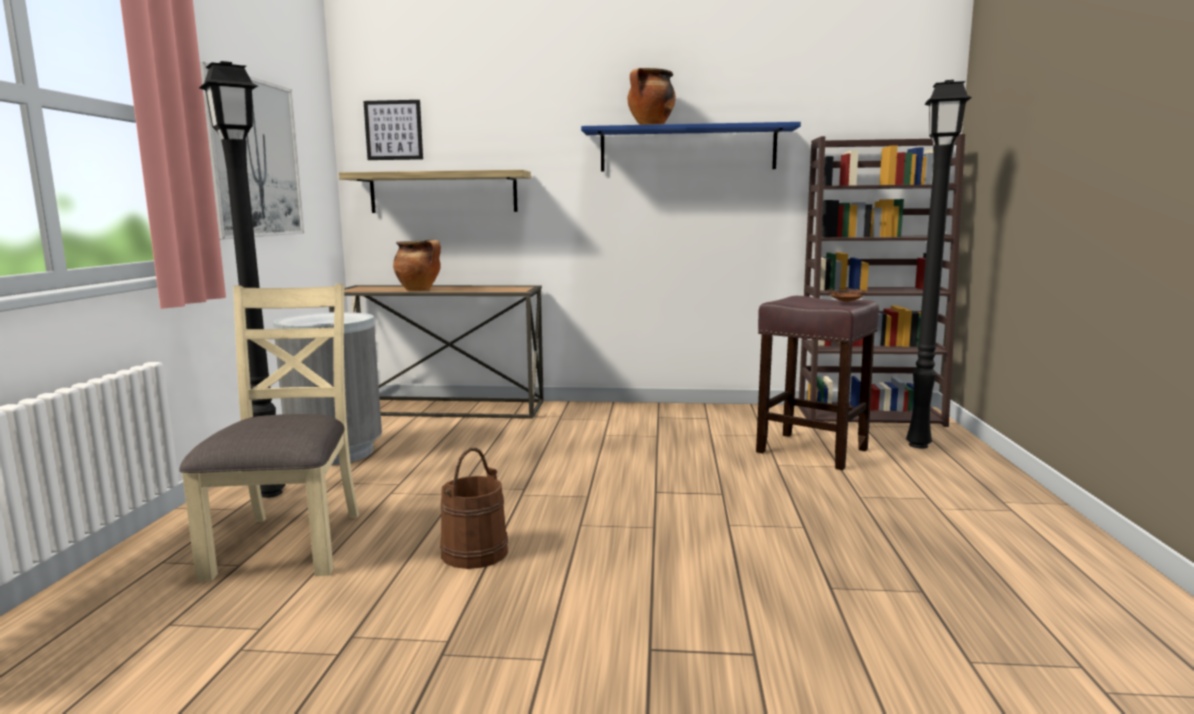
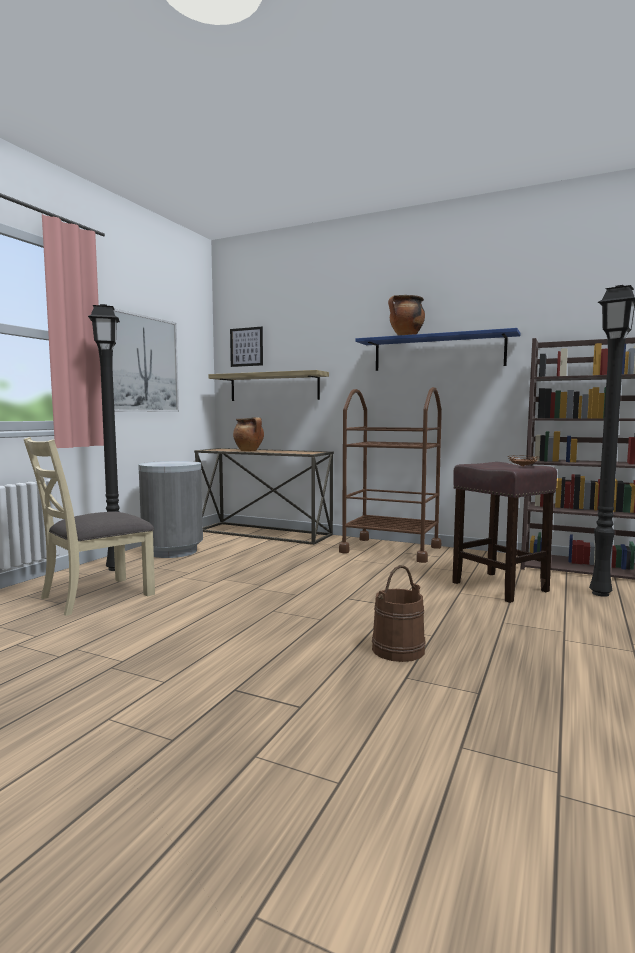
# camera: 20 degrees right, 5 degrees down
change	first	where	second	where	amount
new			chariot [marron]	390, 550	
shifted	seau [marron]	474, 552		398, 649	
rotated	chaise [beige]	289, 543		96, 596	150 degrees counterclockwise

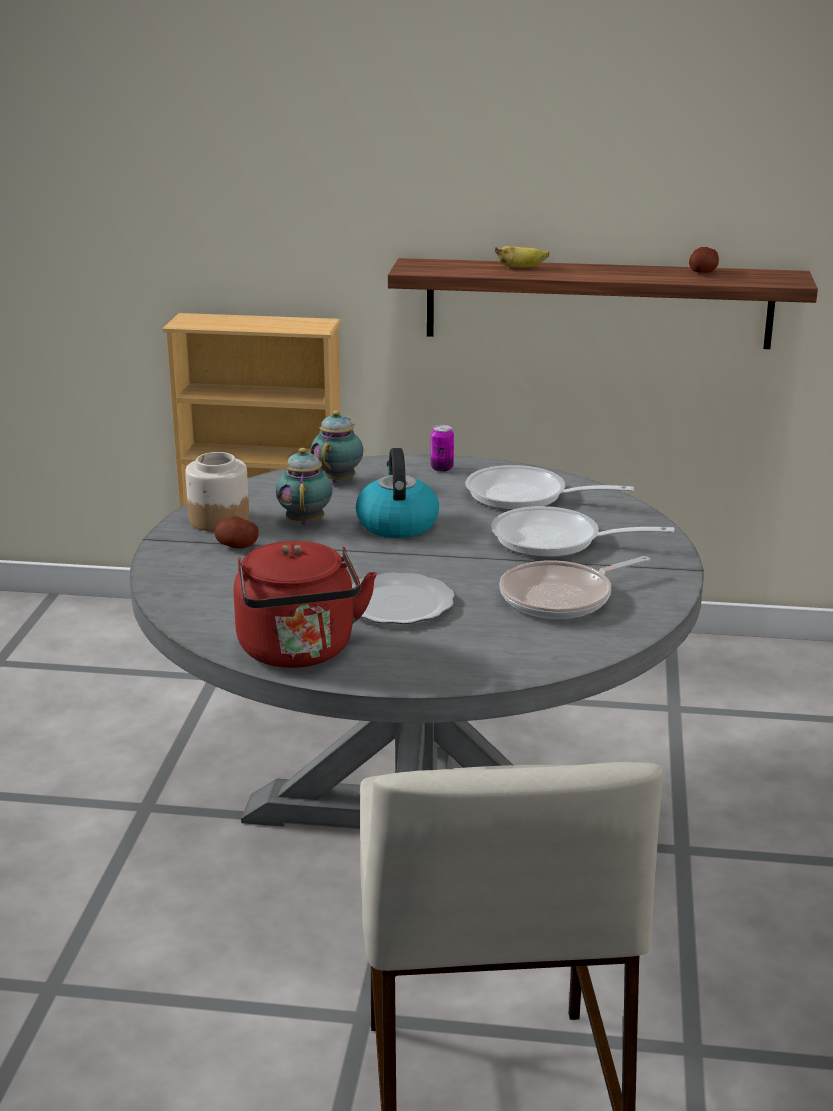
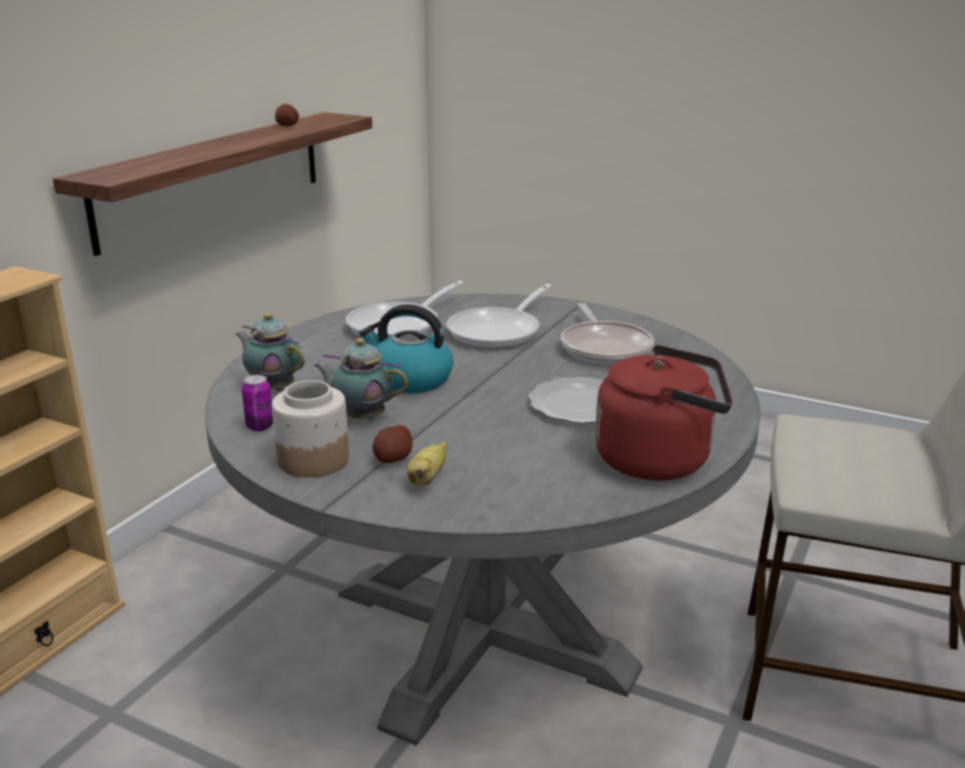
# camera: 70 degrees left, 0 degrees up
change	first	where	second	where	amount
shifted	boîte métallique	442, 468		260, 426	
shifted	banane	521, 268		427, 478	

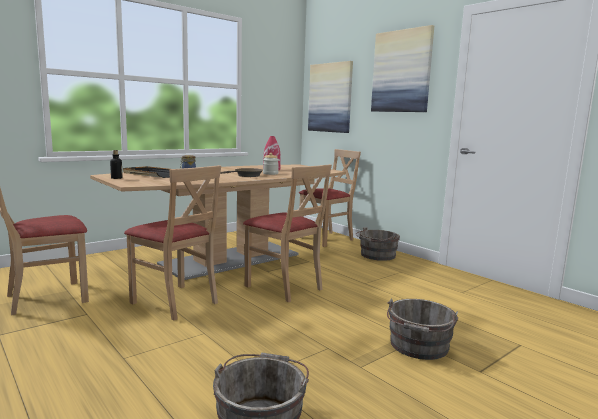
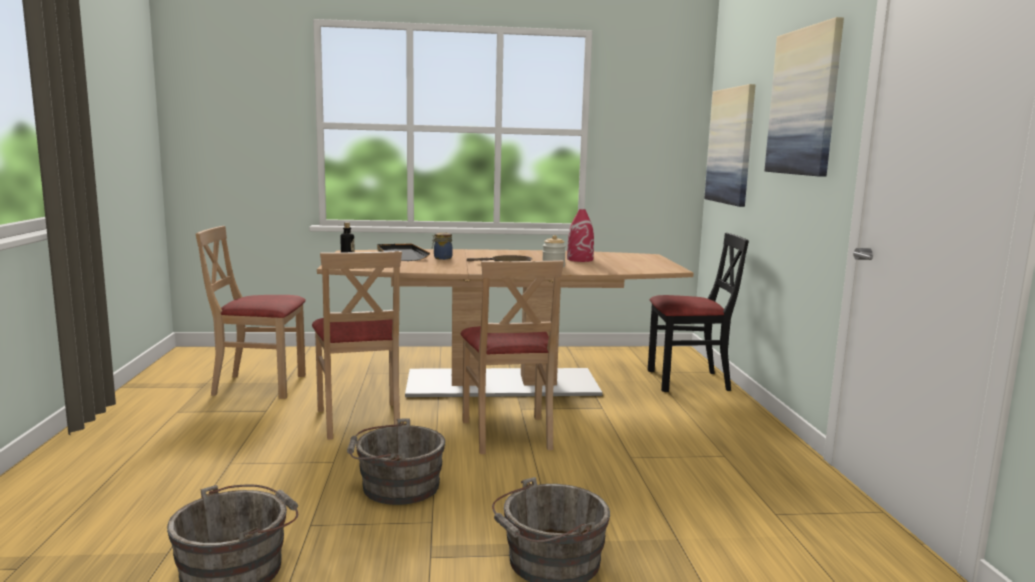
# camera: 35 degrees right, 0 degrees up
change	first	where	second	where	amount
shifted	seau [gris]	376, 255		396, 487	
repainted	chaise [beige]	326, 239	chaise [noir]	688, 381	

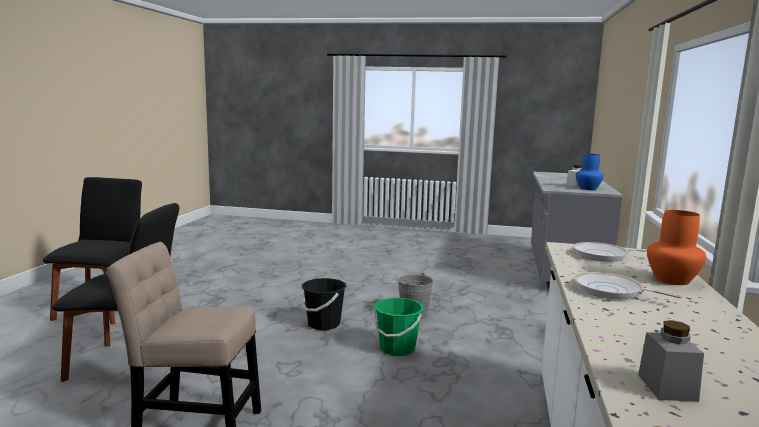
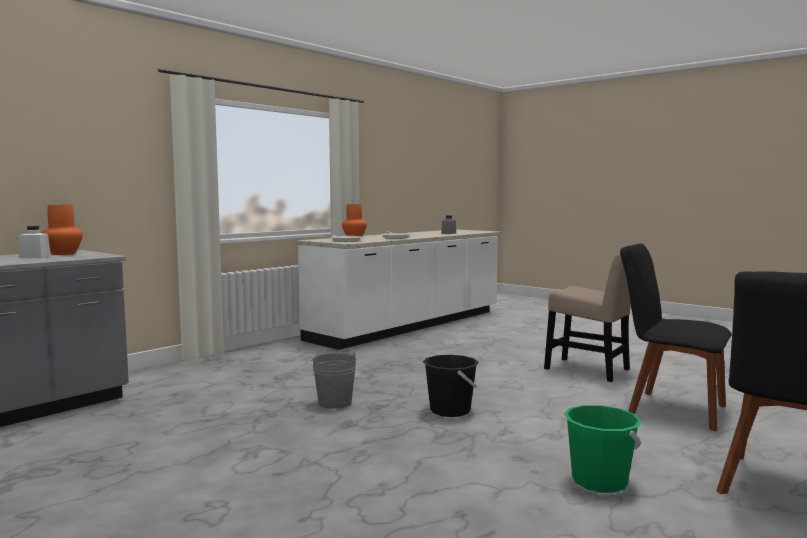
# camera: 150 degrees left, 5 degrees down
change	first	where	second	where	amount
shifted	seau [vert]	397, 349		599, 481	
repainted	vase [bleu]	587, 188	vase [orange]	63, 254	

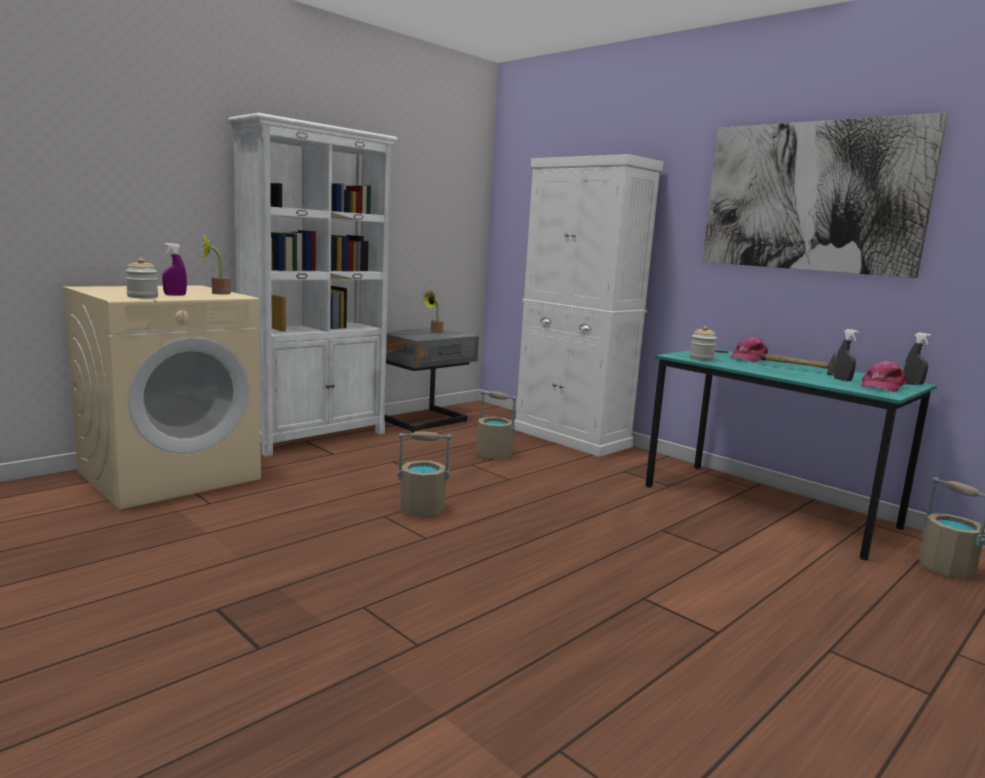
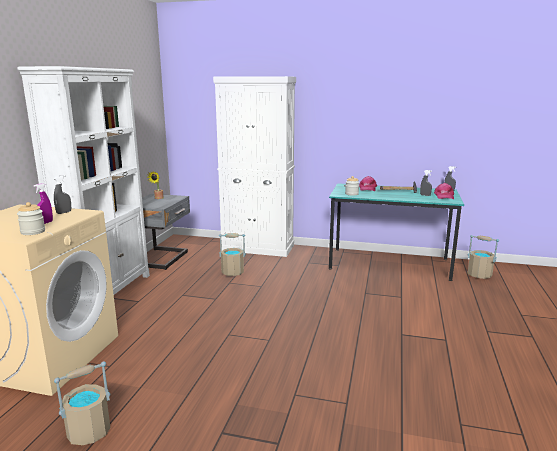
# camera: 30 degrees left, 5 degrees up
change	first	where	second	where	amount
gone	tableau	811, 197			
shifted	seau [beige]	421, 510		89, 431	
swapped	plante en pot	217, 293	vaporisateur [gris]	64, 212	

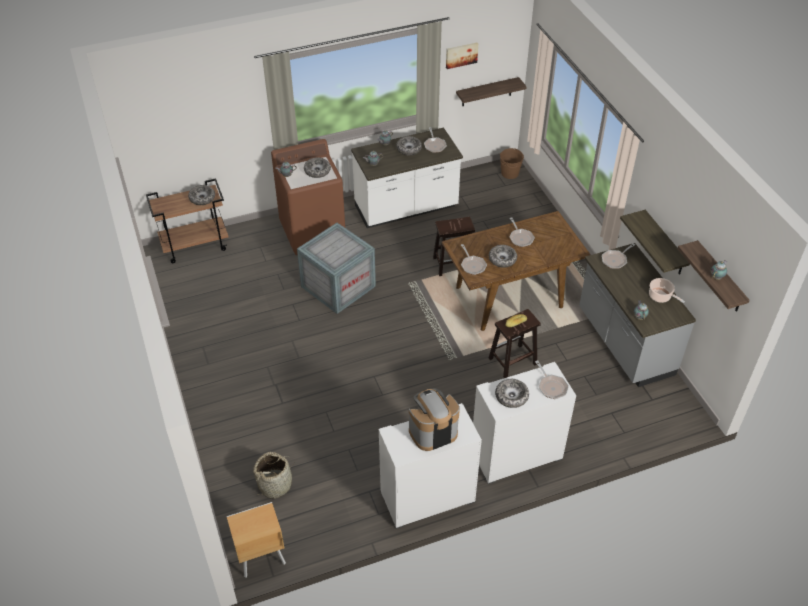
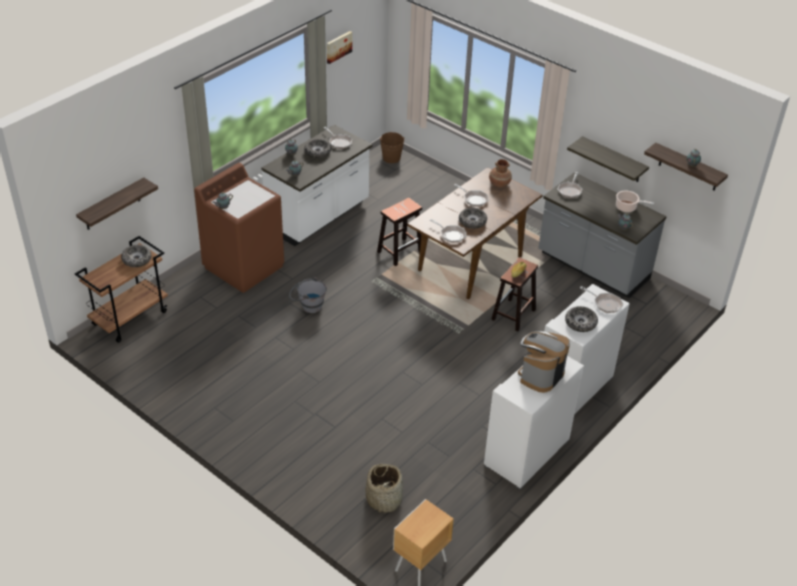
# camera: 30 degrees left, 5 degrees down
change	first	where	second	where	amount
gone	bol	317, 171			
new			vase [marron]	499, 183	
shifted	étagère	487, 92		112, 205	
swapped	caisse	339, 286	seau [gris]	308, 306	

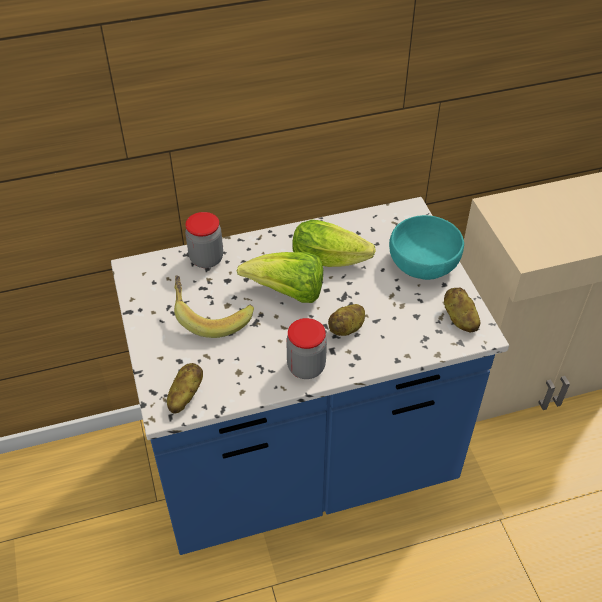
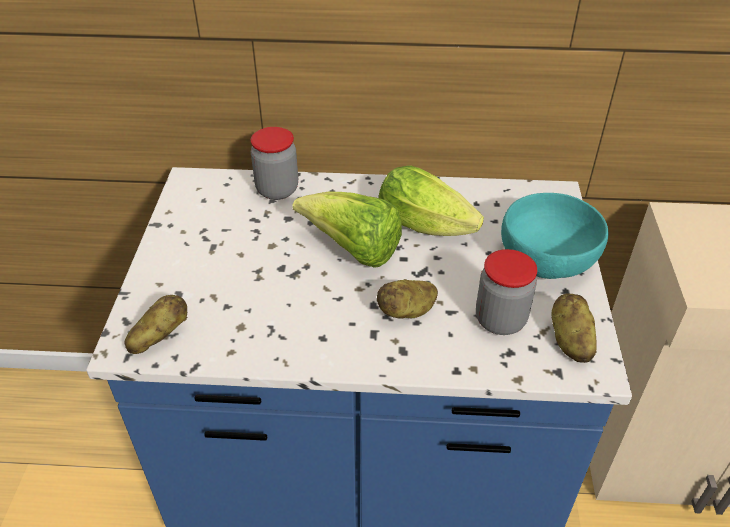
# camera: 20 degrees right, 5 degrees down
change	first	where	second	where	amount
gone	banane	211, 316			
shifted	bocal	306, 367		500, 320	

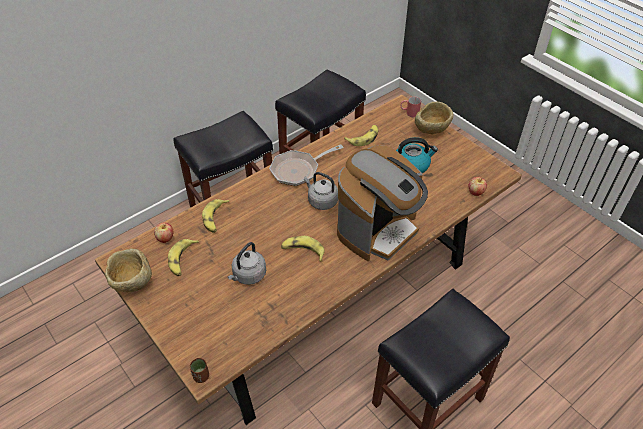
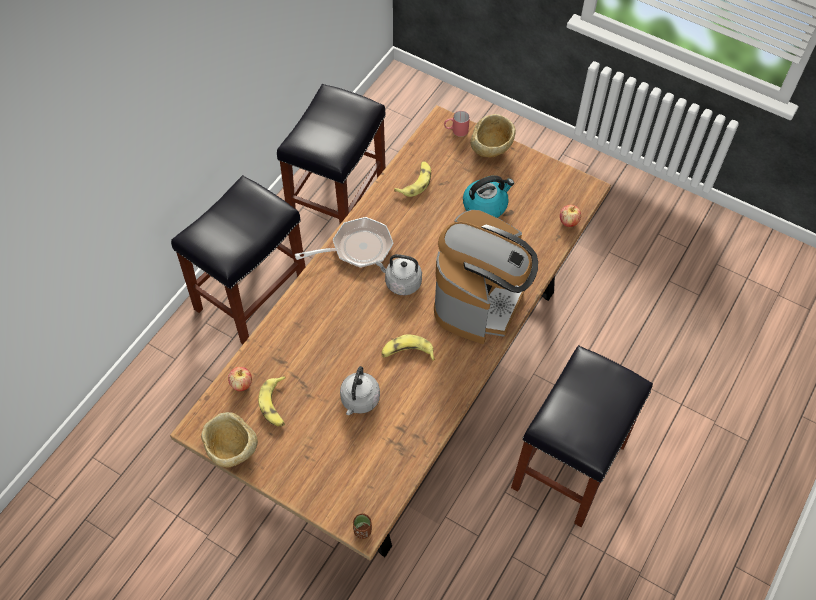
# camera: 20 degrees left, 10 degrees up
change	first	where	second	where	amount
gone	banane	215, 218			
rotated	poêle	298, 170		357, 248	150 degrees counterclockwise

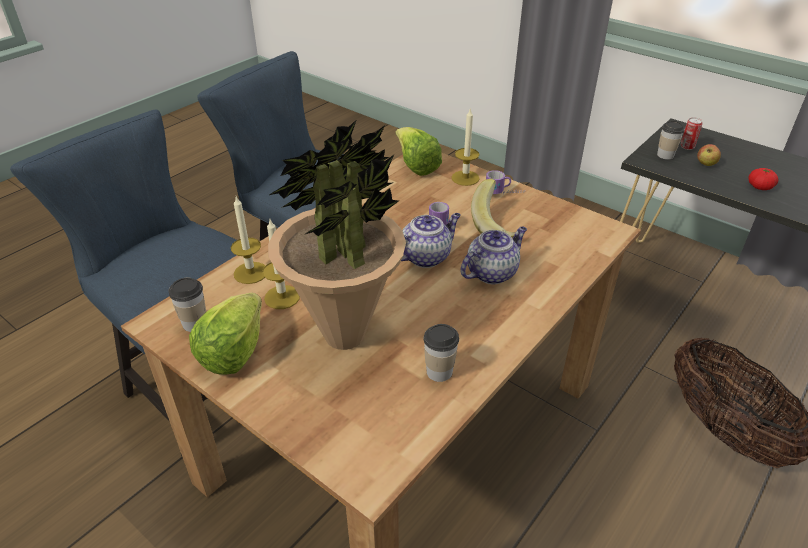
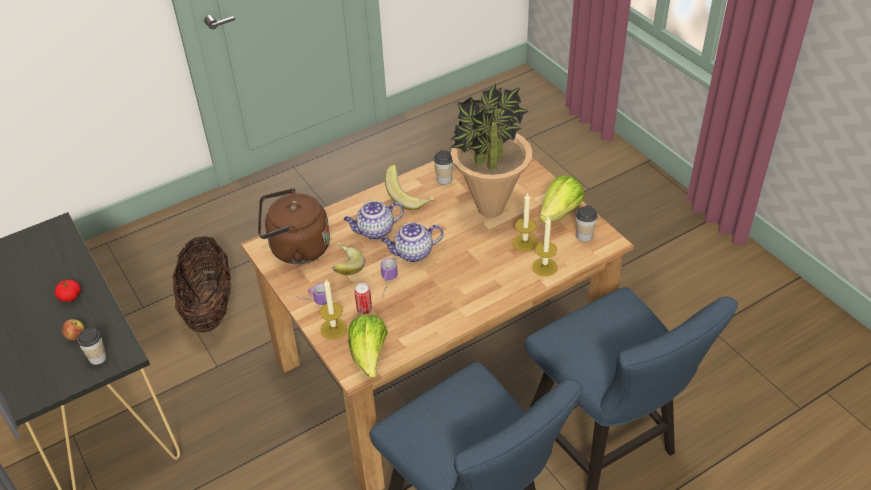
# camera: 160 degrees left, 5 degrees up
change	first	where	second	where	amount
new			bouilloire [marron]	296, 249	
new			banane	409, 197	
shifted	boîte métallique	687, 147		364, 309	

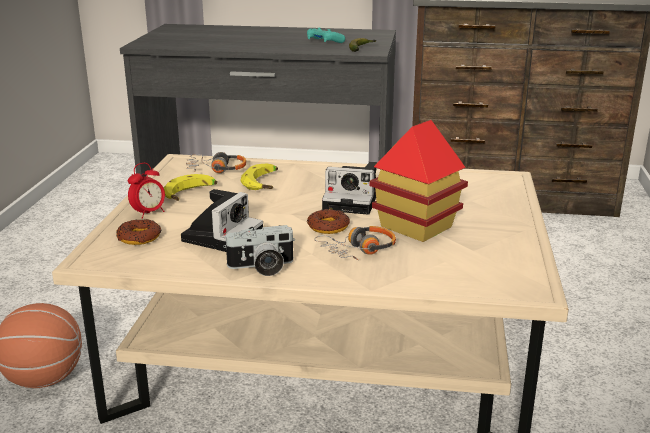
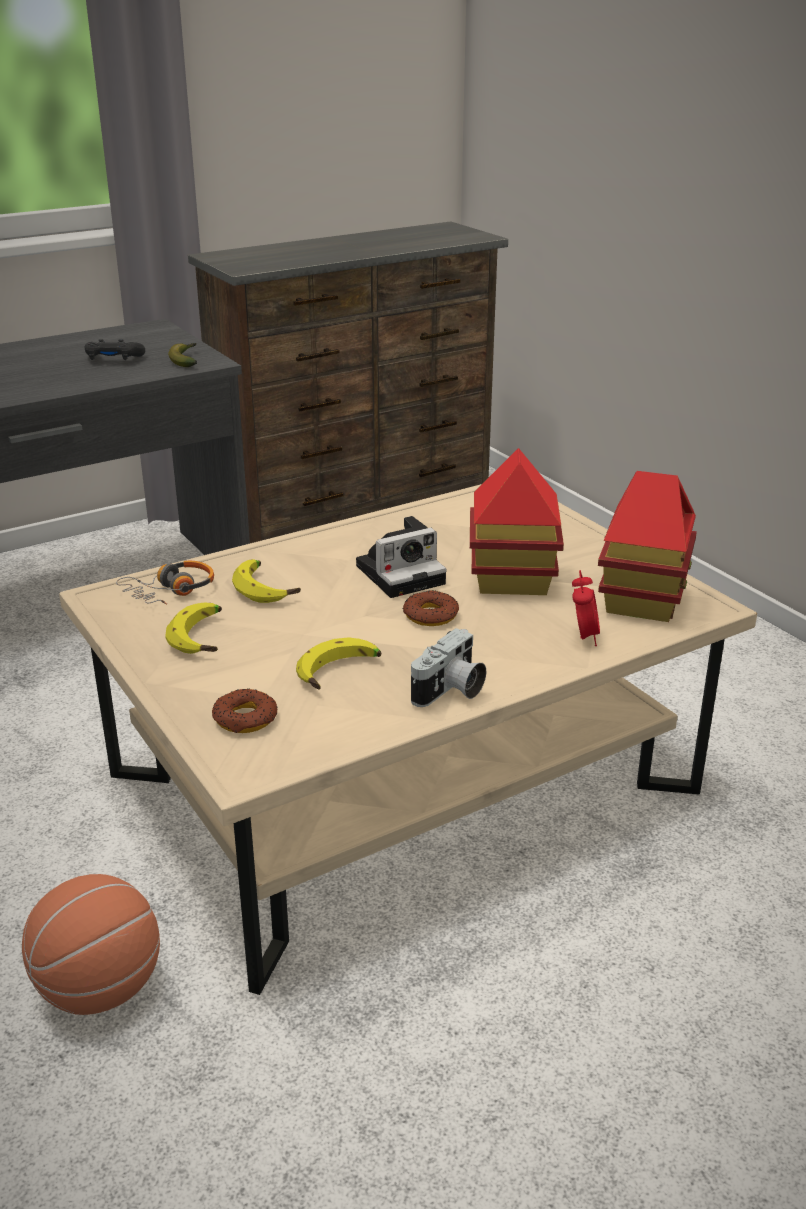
# camera: 40 degrees left, 5 degrees up
change	first	where	second	where	amount
gone	casque audio	358, 250			
new			maison miniature	642, 601	
shifted	réveil	149, 213		583, 637	
swapped	appareil photo	223, 236	banane	340, 673	
repainted	manette [turquoise]	324, 42	manette [noir]	113, 359	

